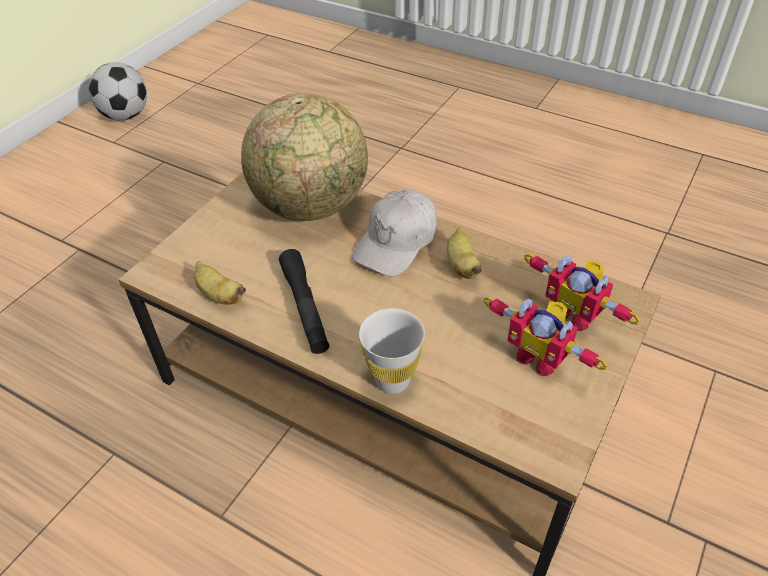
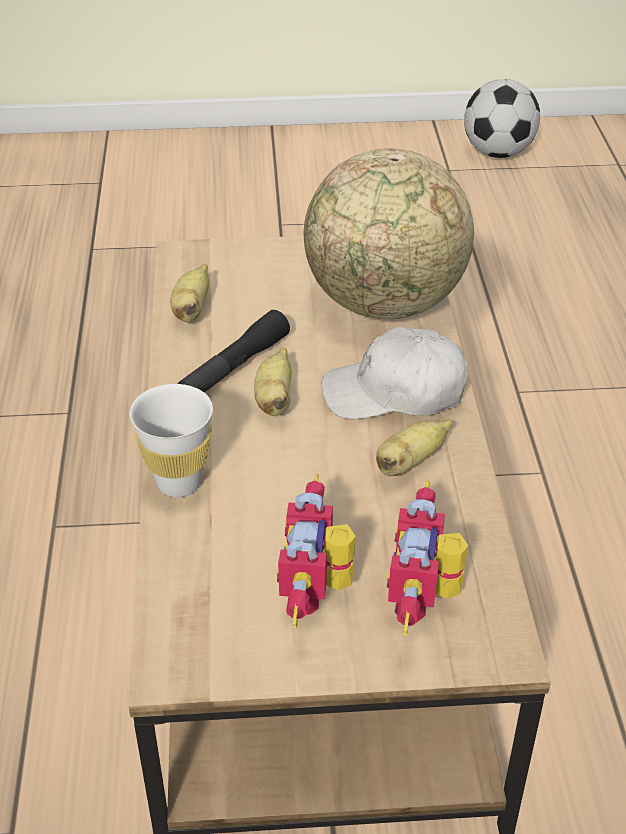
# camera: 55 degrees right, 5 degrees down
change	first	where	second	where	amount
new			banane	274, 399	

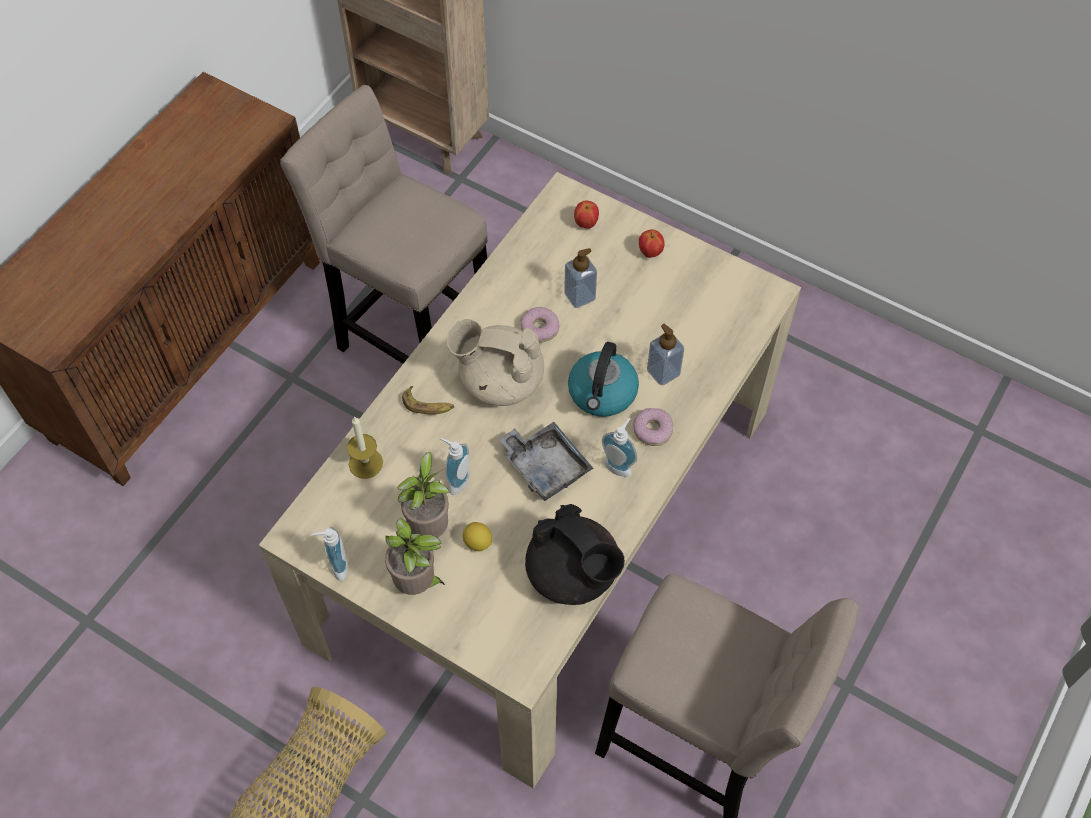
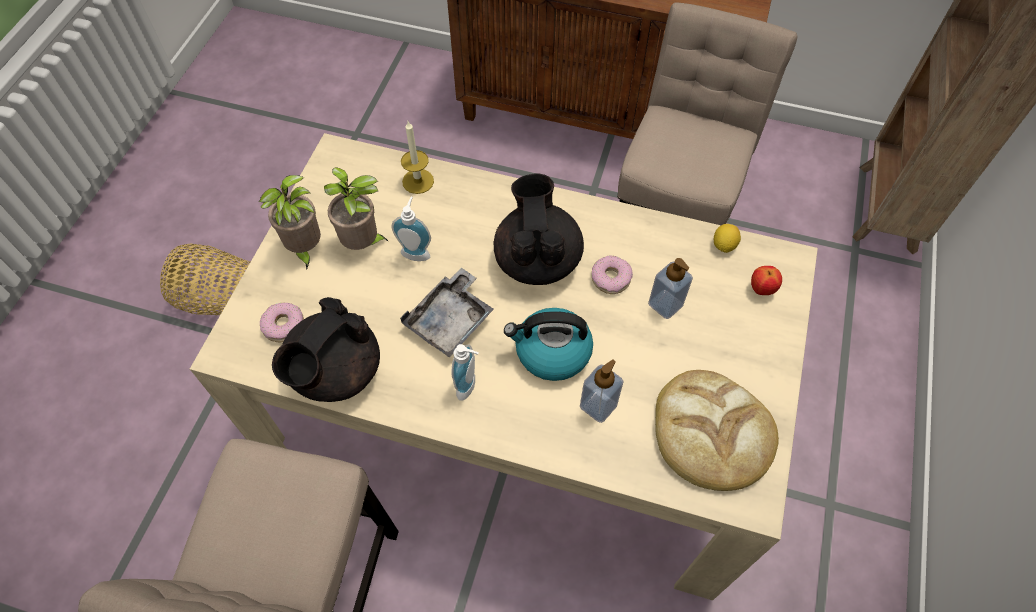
# camera: 75 degrees right, 0 degrees up
change	first	where	second	where	amount
gone	distributeur de savon	336, 566			
gone	banane	428, 405			
gone	pomme	650, 253			
new			pain	712, 432	
shifted	citron	477, 542		724, 245	
shifted	beignet	653, 430		284, 326	
repainted	théière [beige]	499, 380	théière [noir]	537, 259	

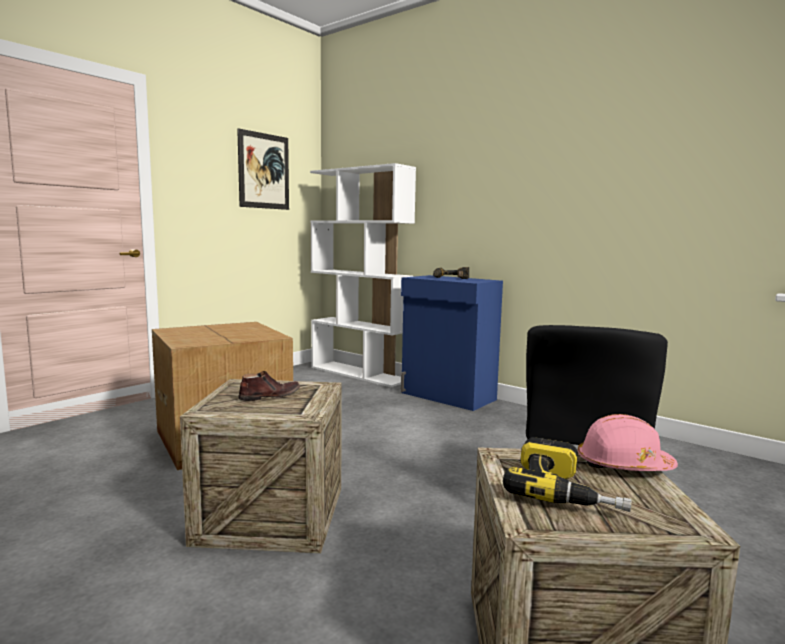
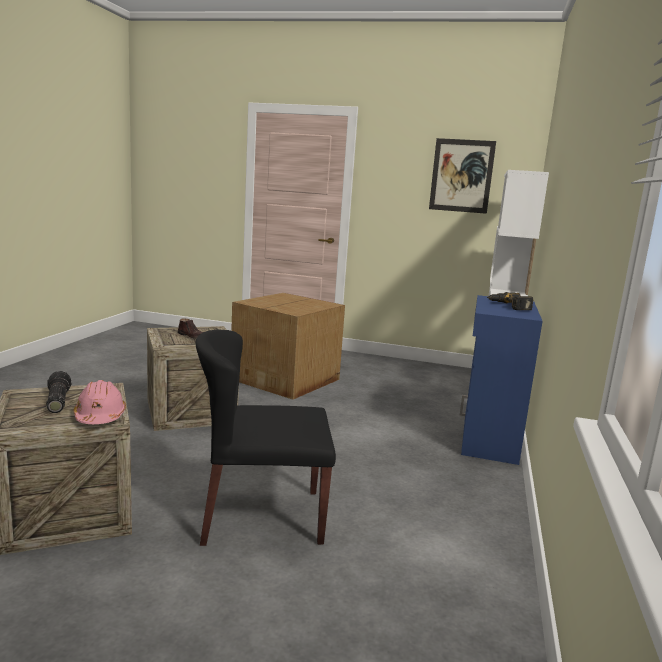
# camera: 65 degrees right, 5 degrees up
change	first	where	second	where	amount
swapped	perceuse	566, 491	lampe de poche	56, 401	

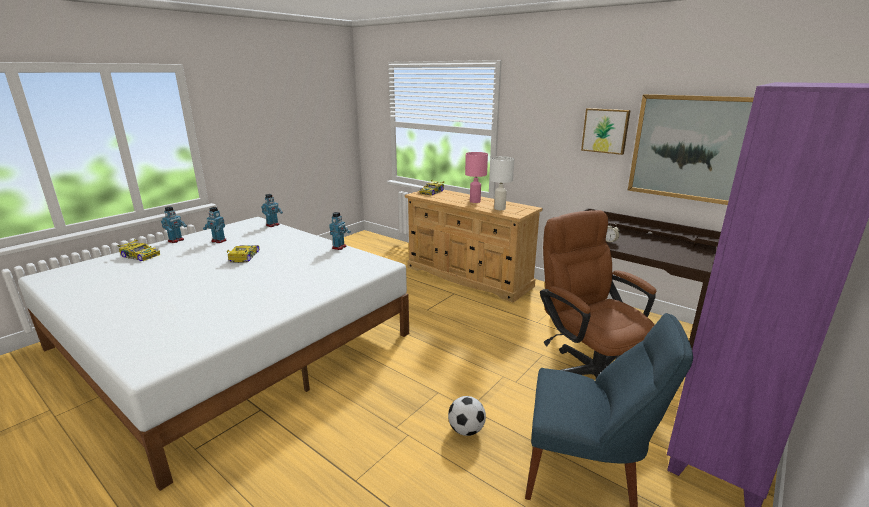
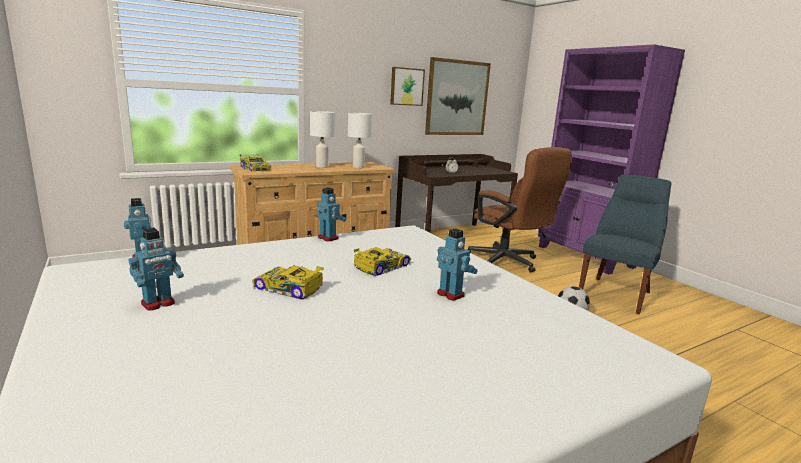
# camera: 70 degrees left, 5 degrees down
change	first	where	second	where	amount
shifted	petite voiture	140, 255		381, 266	
shifted	robot jouet	176, 240		451, 294	
repainted	lampe de table [rose]	475, 201	lampe de table [blanc]	322, 167	
rotated	chaise de bureau [marron]	588, 371		508, 262	120 degrees counterclockwise

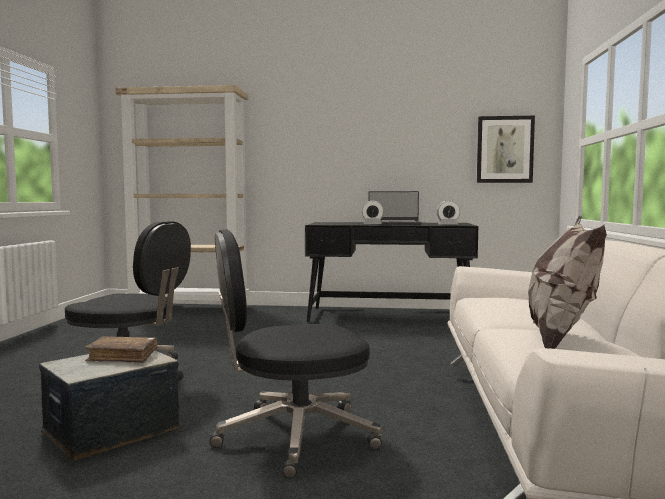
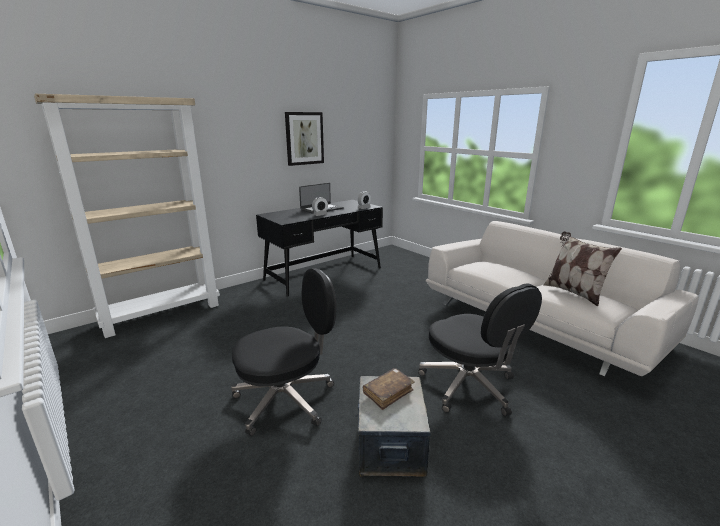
# camera: 45 degrees left, 15 degrees up
change	first	where	second	where	amount
shifted	tableau	504, 149		304, 138	
rotated	chaise de bureau [noir]	293, 437		469, 386	60 degrees counterclockwise

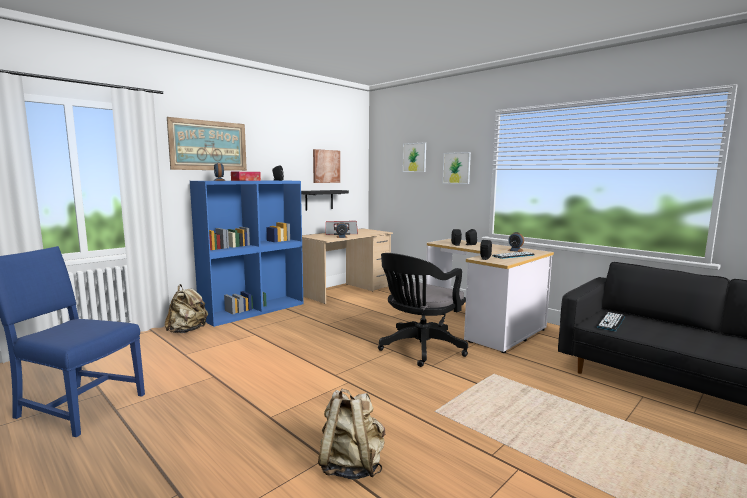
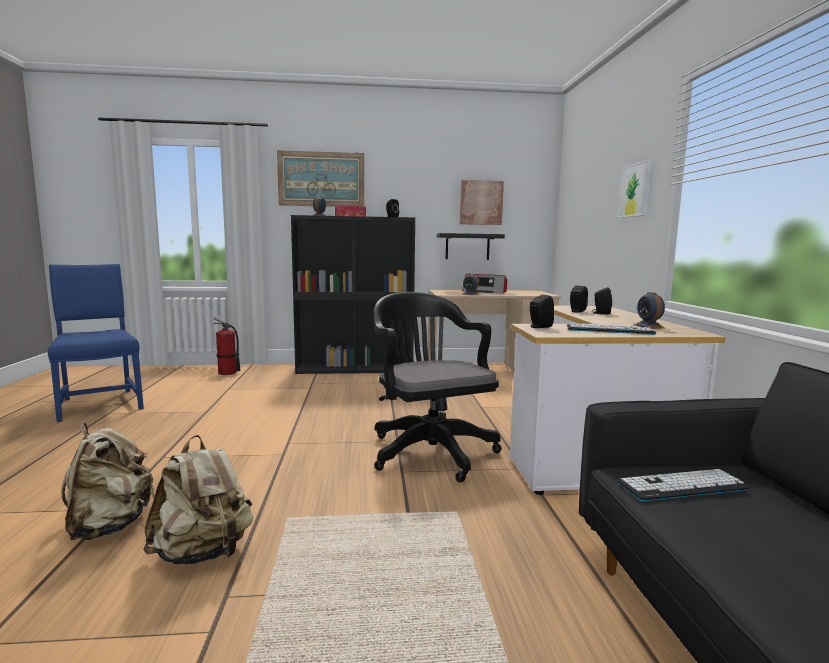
# camera: 40 degrees right, 0 degrees up
change	first	where	second	where	amount
gone	tableau	414, 157			
new			extincteur	227, 373	
shifted	sac à dos [beige]	187, 331		203, 553	
repainted	bibliothèque [bleu]	254, 310	bibliothèque [noir]	356, 368	
rotated	chaise de bureau [noir]	419, 349		429, 450	75 degrees clockwise

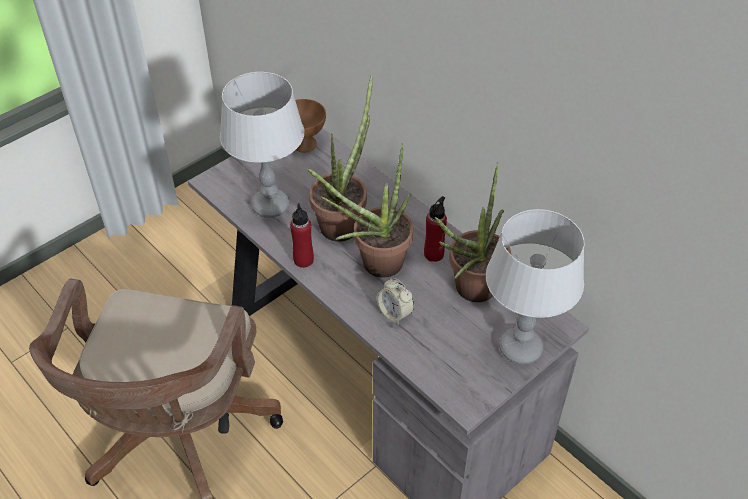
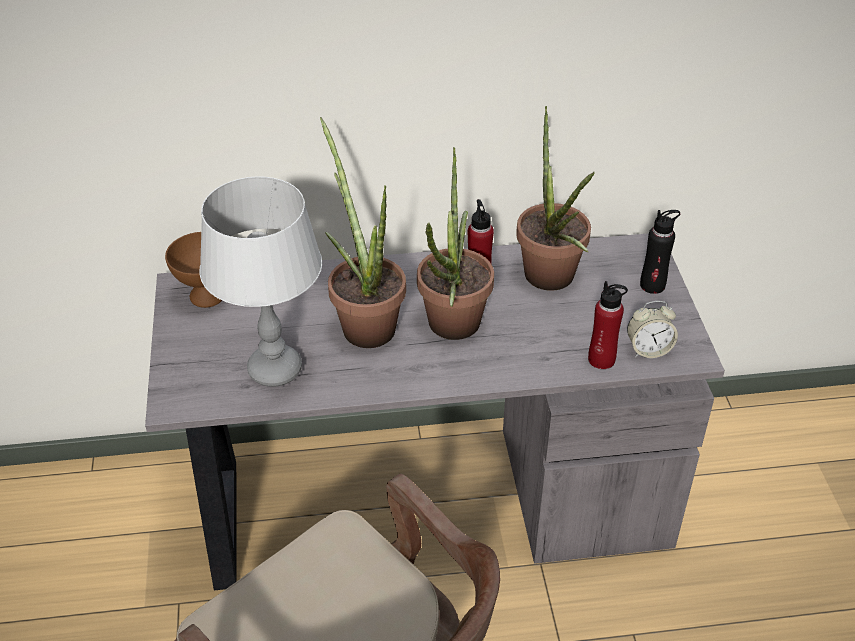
# camera: 55 degrees left, 5 degrees down
change	first	where	second	where	amount
shifted	bouteille [rouge]	303, 260		601, 360	
shifted	réveil	395, 313		648, 350	
swapped	lampe de table [gris]	521, 349	bouteille [noir]	652, 285	

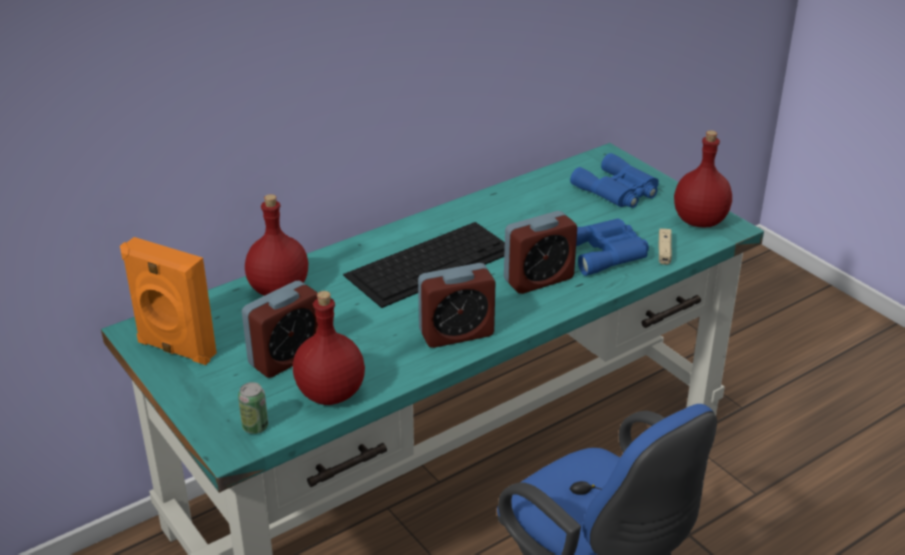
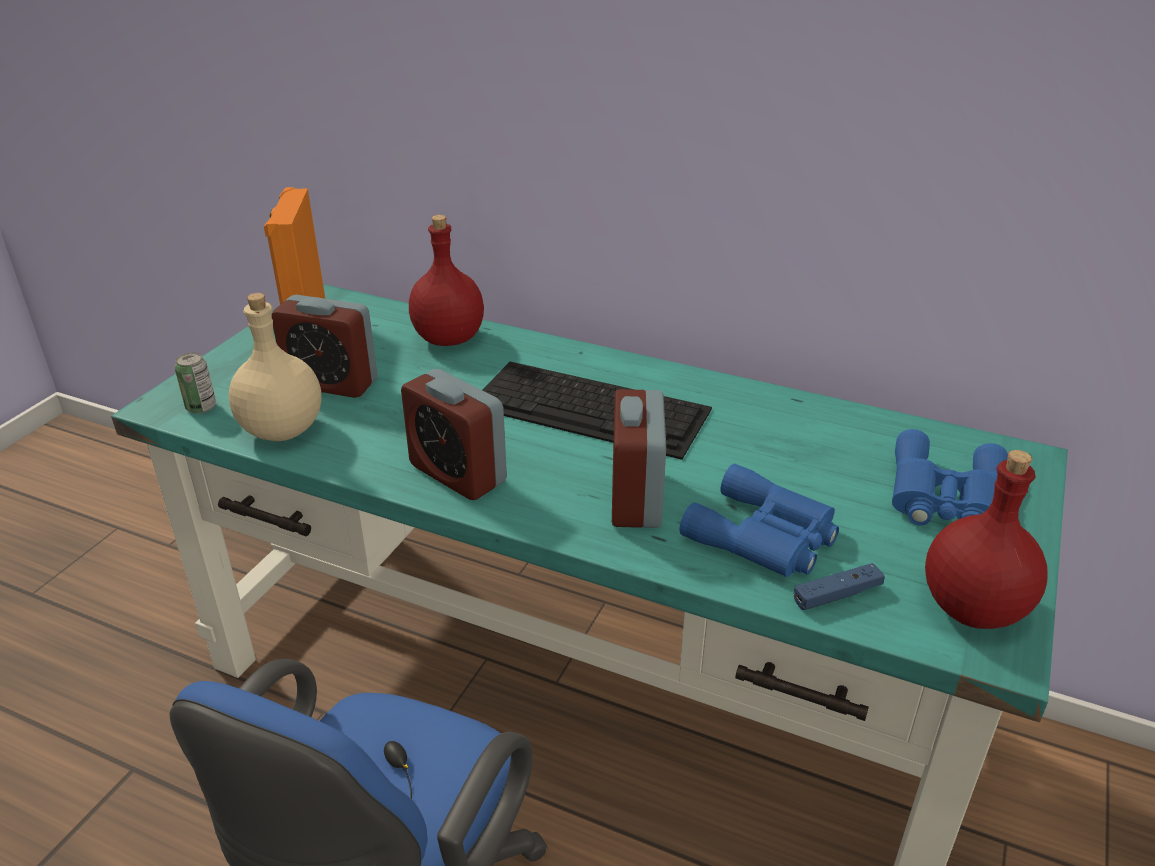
# camera: 60 degrees right, 0 degrees up
change	first	where	second	where	amount
repainted	bouteille [rouge]	332, 393	bouteille [beige]	283, 431	
repainted	manette [beige]	664, 251	manette [bleu]	837, 595	
rotated	réveil	538, 279		636, 498	60 degrees clockwise

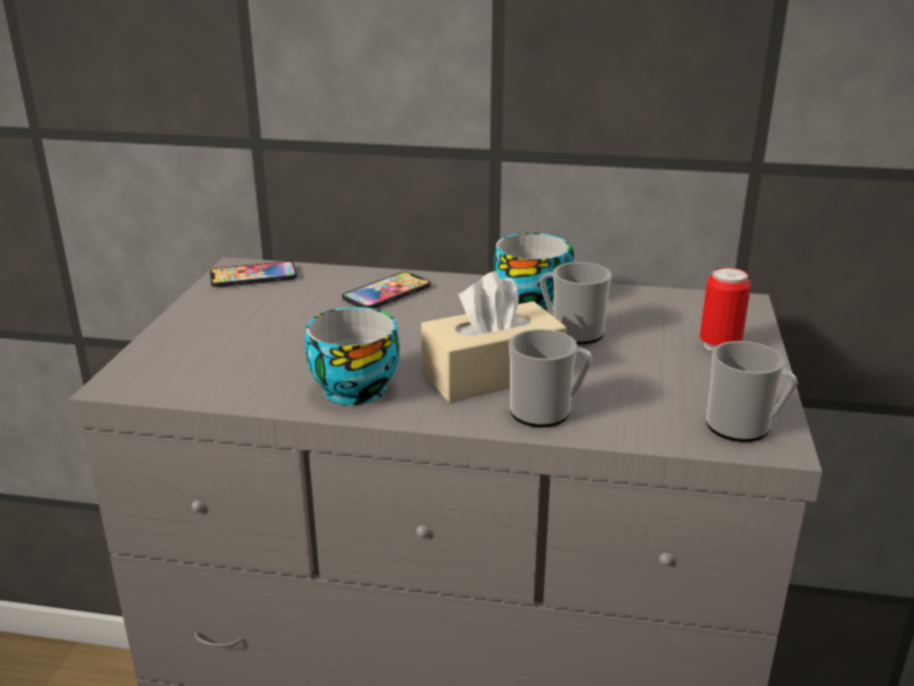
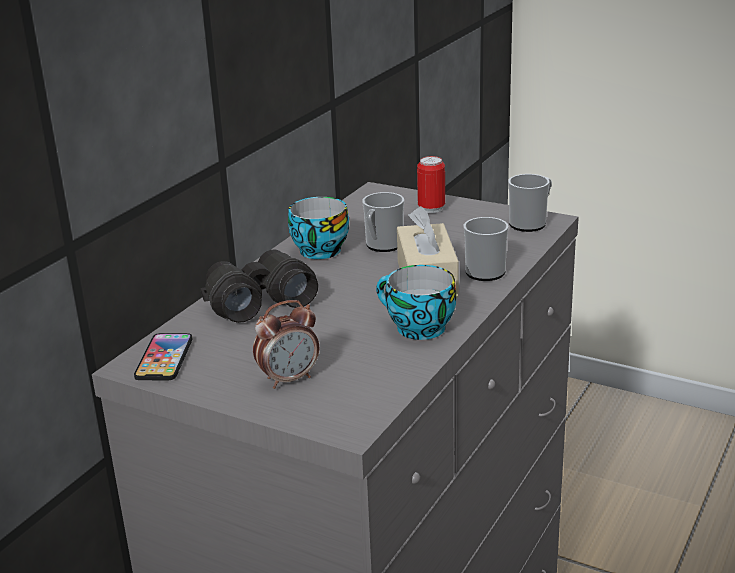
# camera: 70 degrees left, 0 degrees up
change	first	where	second	where	amount
new			réveil	289, 379	
swapped	téléphone	387, 293	jumelles [noir]	258, 301	

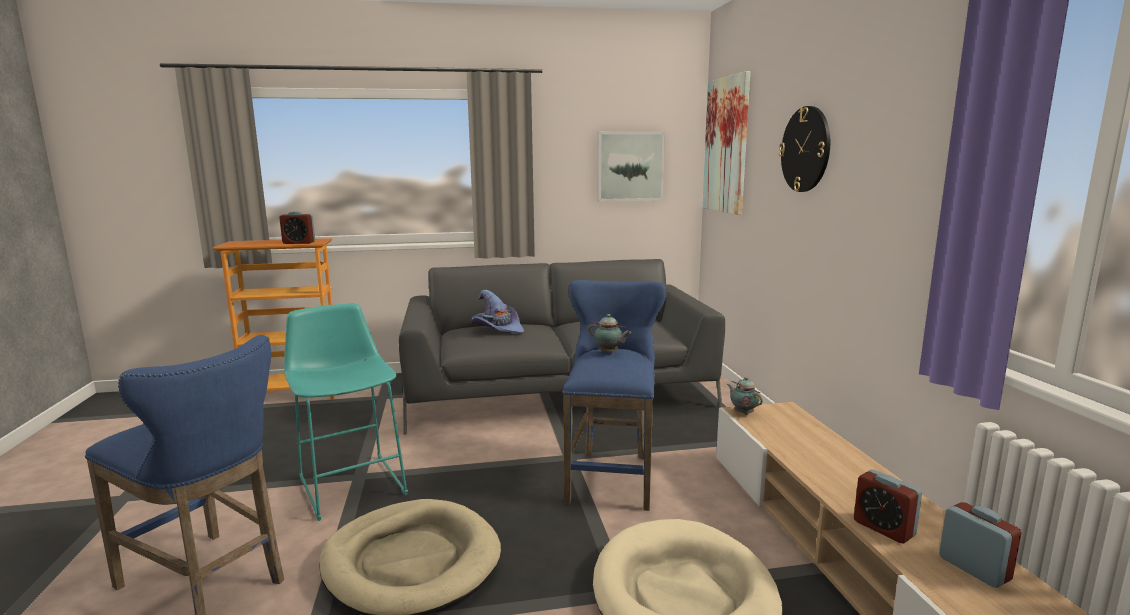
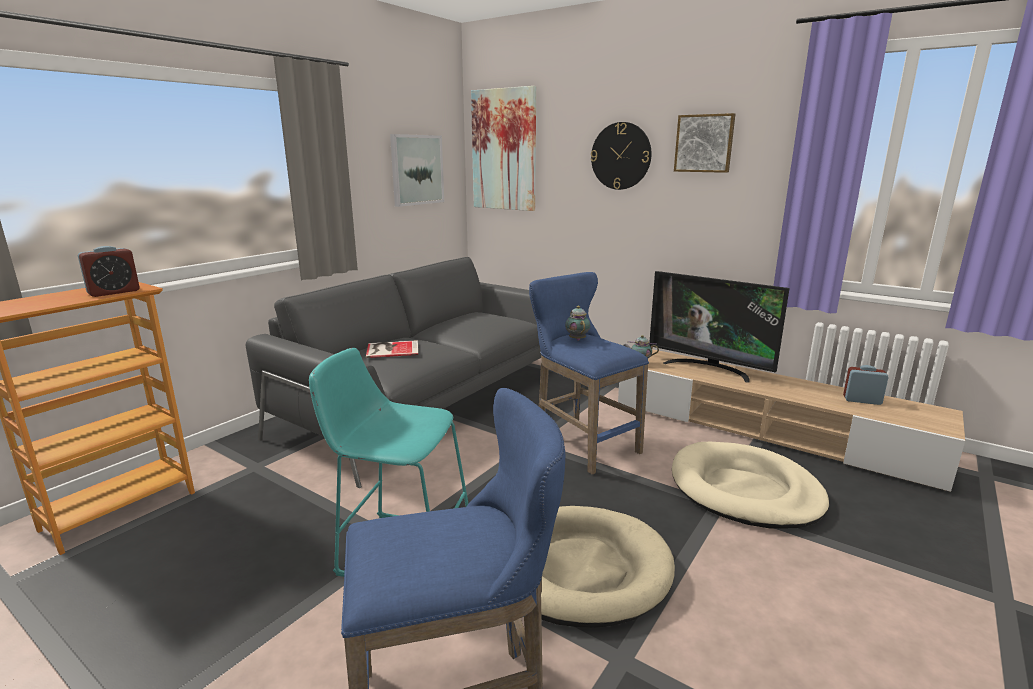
# camera: 45 degrees left, 5 degrees up
change	first	where	second	where	amount
gone	réveil	883, 528			
new			téléviseur	709, 368	
new			tableau	704, 143	
swapped	chapeau [violet]	498, 329	livre	391, 349	
rotated	théière	609, 353		577, 339	90 degrees counterclockwise

